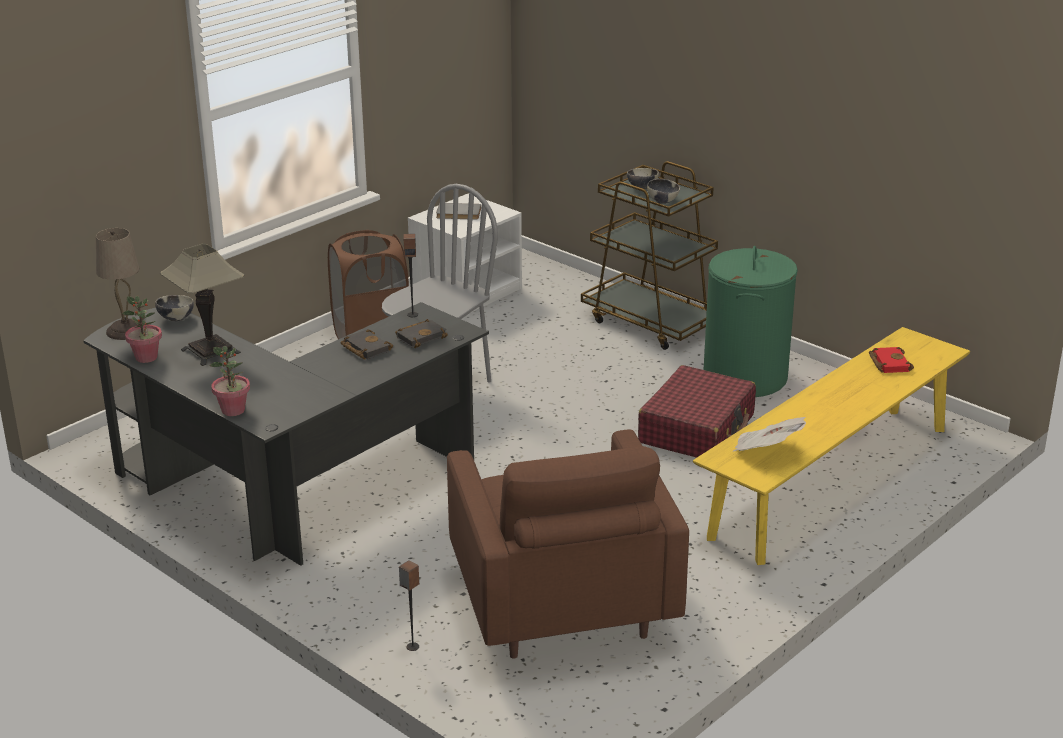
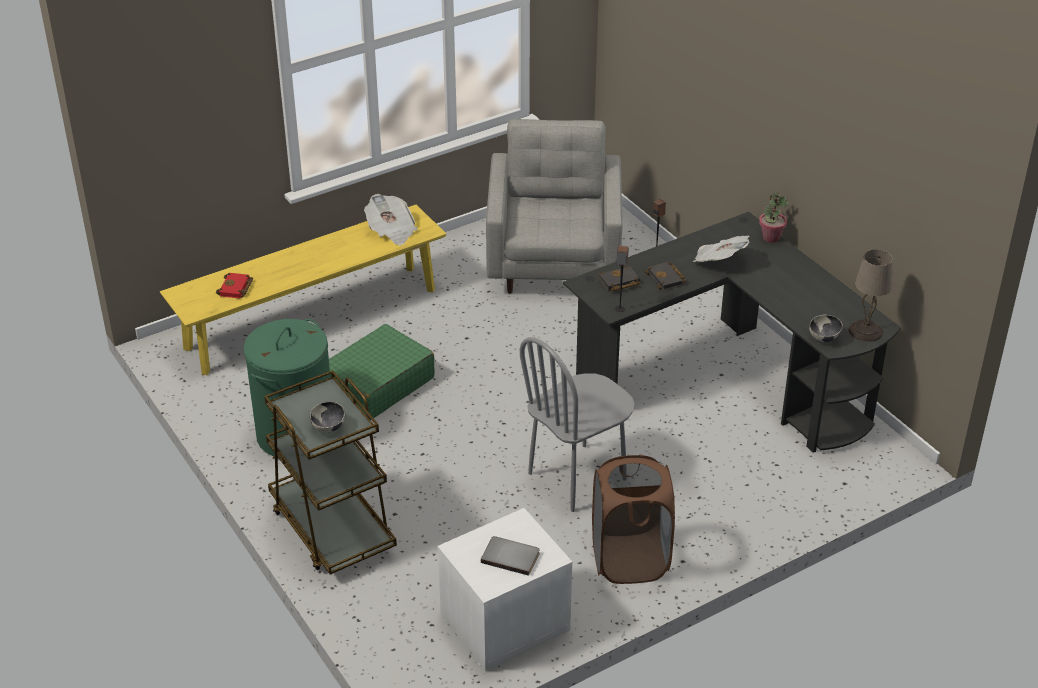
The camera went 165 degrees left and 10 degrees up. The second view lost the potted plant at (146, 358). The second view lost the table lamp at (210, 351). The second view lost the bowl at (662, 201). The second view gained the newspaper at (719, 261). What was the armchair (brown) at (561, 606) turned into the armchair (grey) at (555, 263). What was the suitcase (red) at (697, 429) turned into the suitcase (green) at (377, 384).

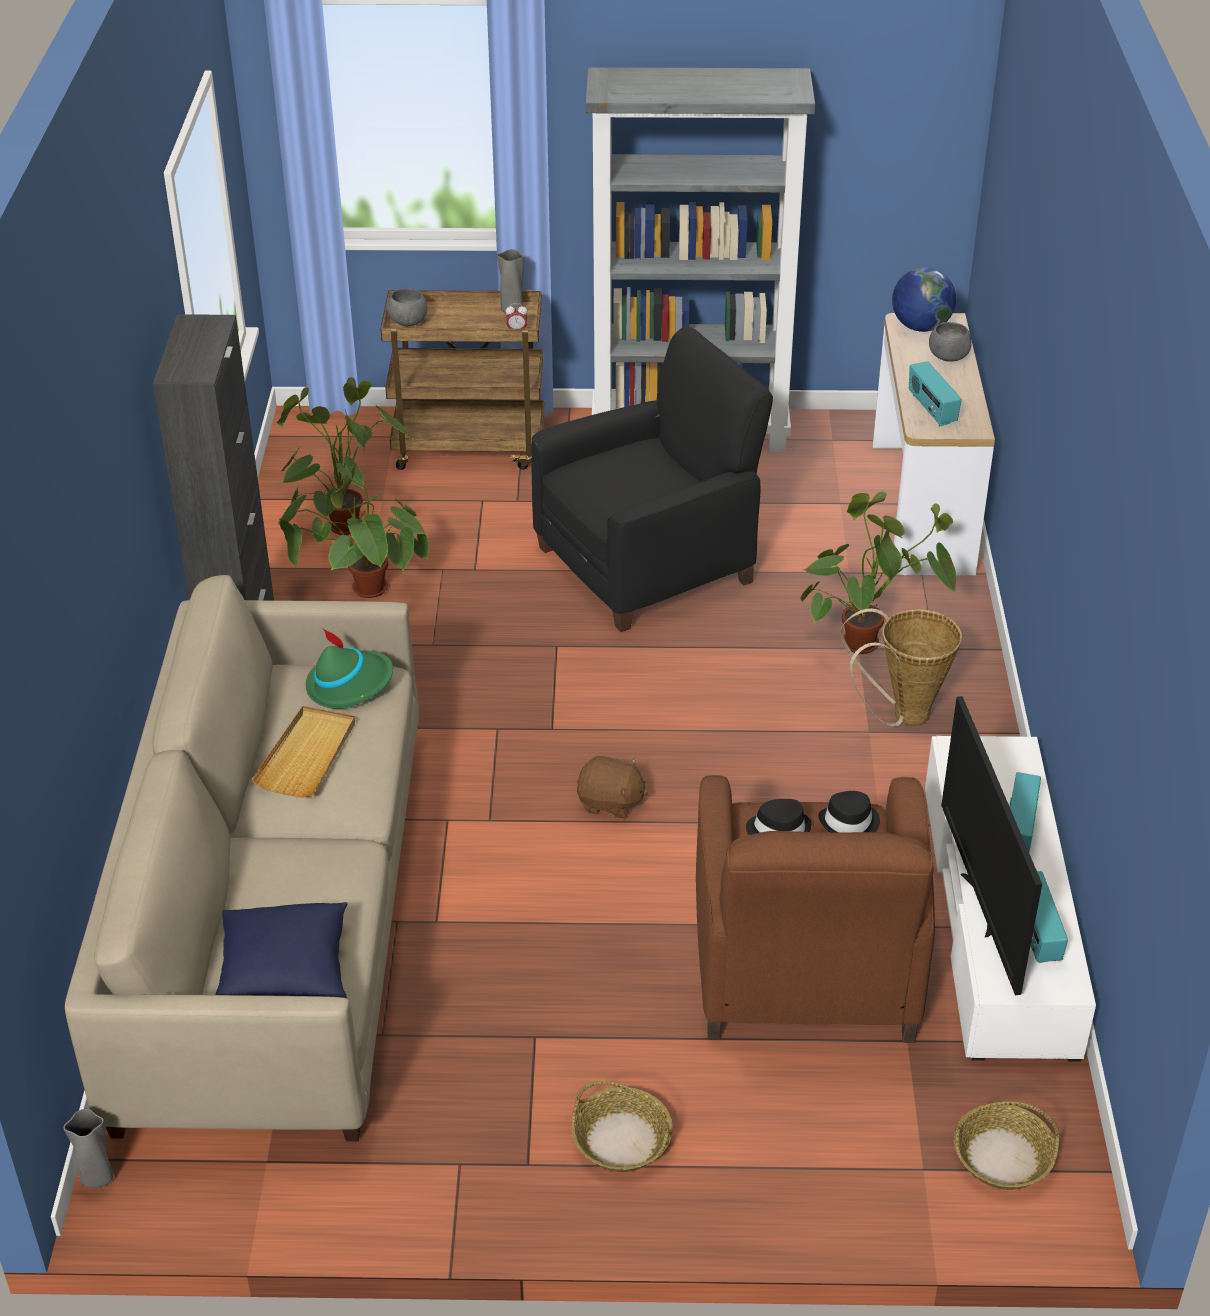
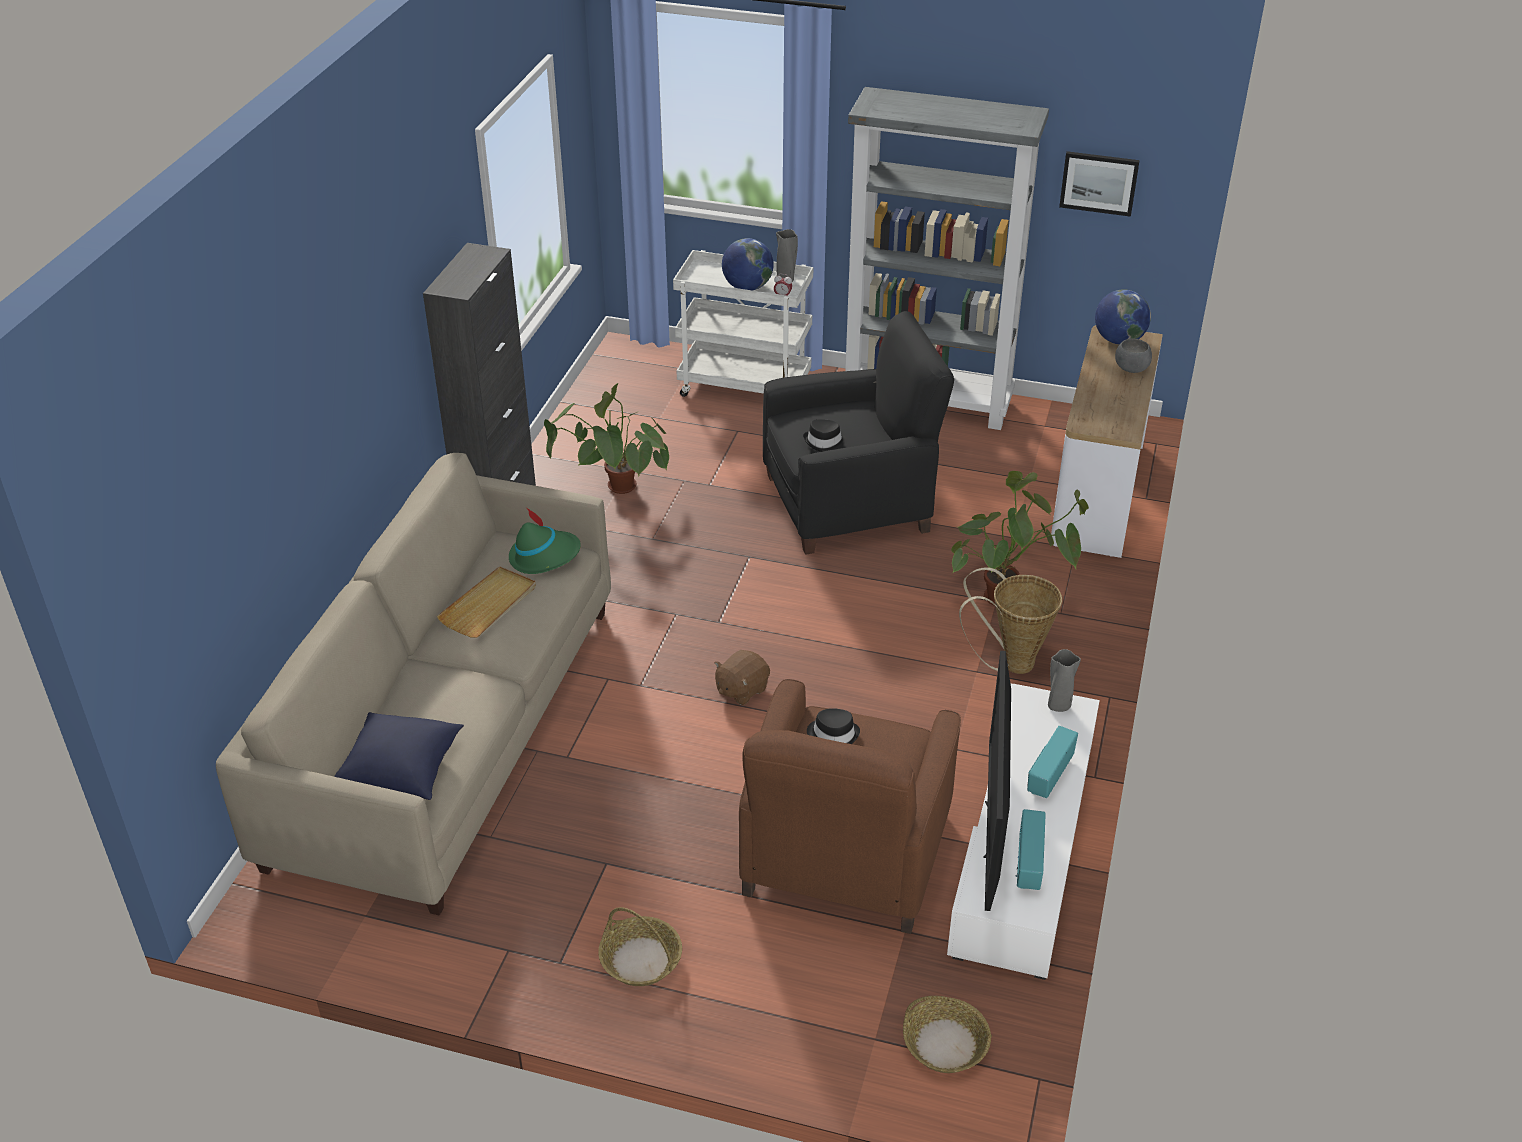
The camera went 15 degrees right and 0 degrees up. The second view lost the potted plant at (342, 516). The second view lost the bowl (grey) at (407, 323). The second view lost the radio at (931, 409). The second view gained the globe at (747, 287). The second view gained the picture at (1099, 183). The vase (grey) ended up elsewhere, having gone from (98, 1178) to (1058, 706). The hat (black) ended up elsewhere, having gone from (850, 823) to (825, 442). What was the cart (brown) at (470, 447) turned into the cart (white) at (745, 387). The plush toy (brown) at (610, 802) ended up facing another way, 105 degrees clockwise from before.

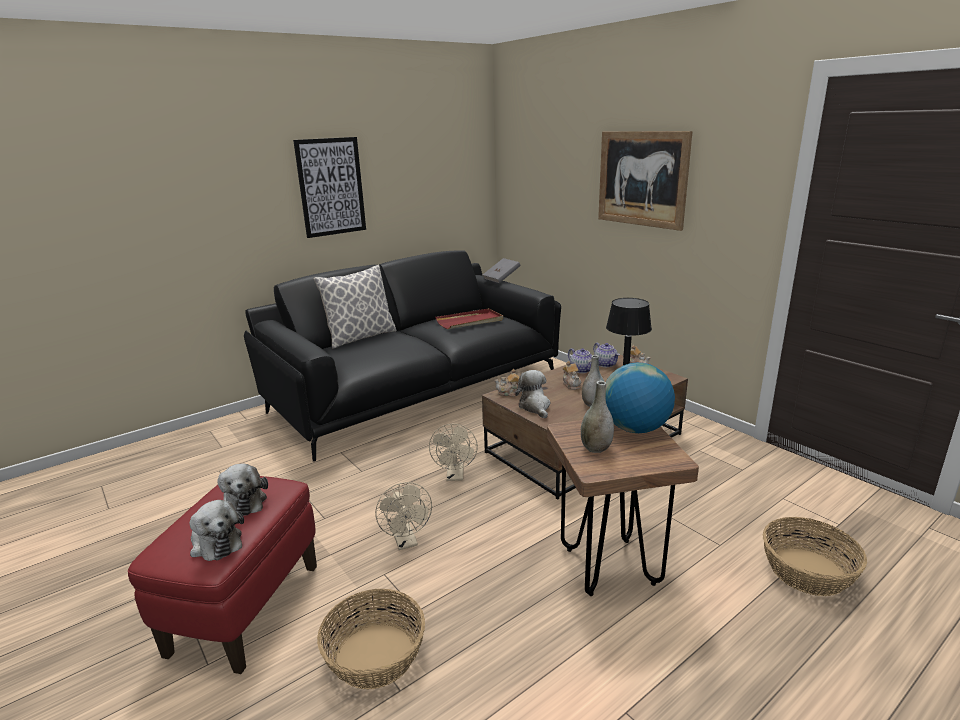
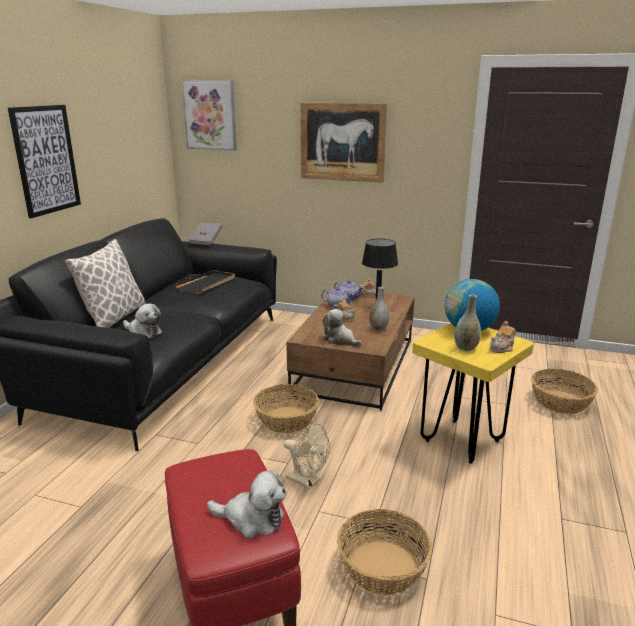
The camera went 35 degrees left and 0 degrees up. The second view gained the picture at (210, 115). The plush toy ended up elsewhere, having gone from (243, 501) to (143, 332). The teapot ended up elsewhere, having gone from (510, 393) to (502, 348). Where the fan (beige) stood at (455, 476), the basket came to stand at (286, 419). What was the tray (red) at (470, 321) turned into the tray (black) at (206, 284). What was the stool (brown) at (610, 566) turned into the stool (yellow) at (462, 441).

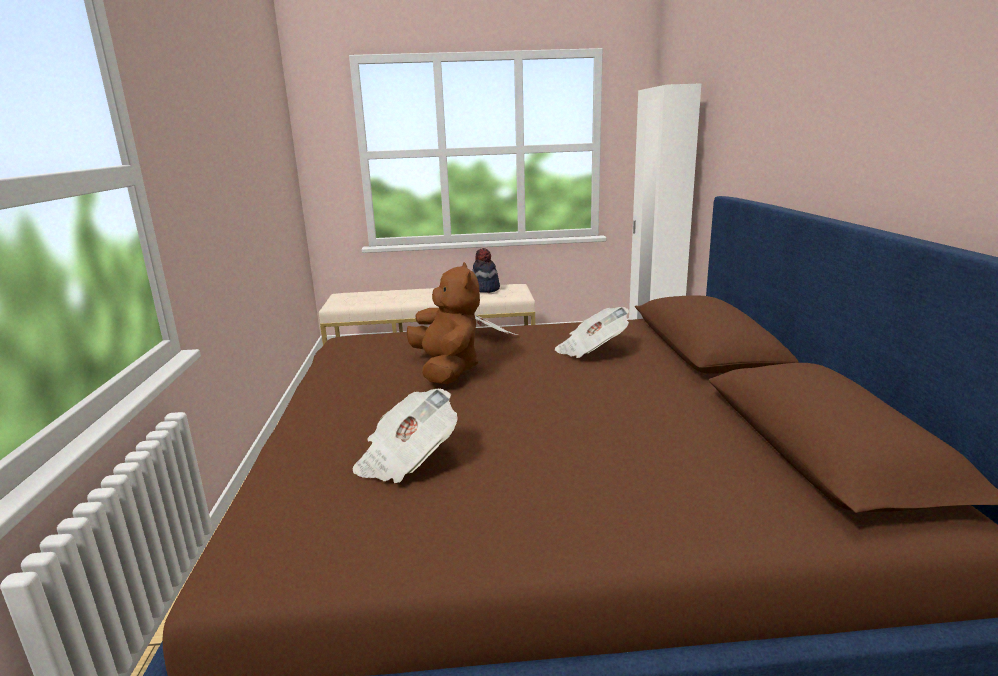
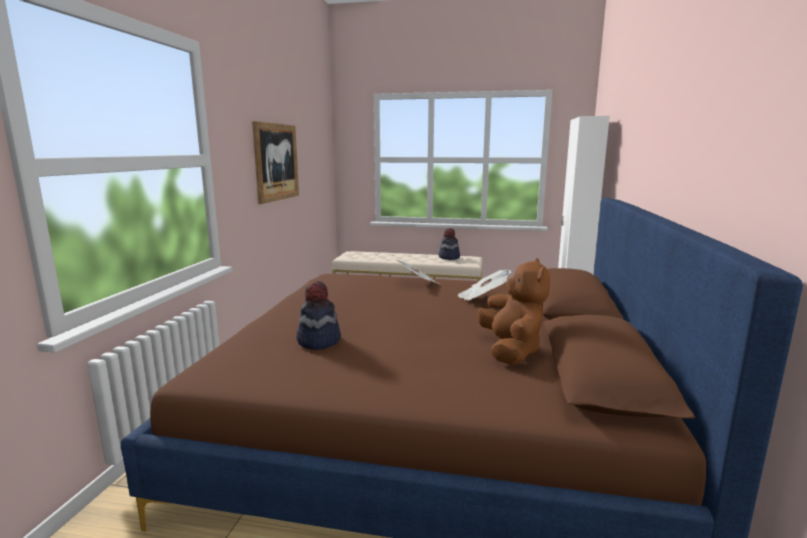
The camera went 15 degrees right and 5 degrees down. The second view gained the picture at (276, 162). The plush toy (brown) ended up elsewhere, having gone from (446, 369) to (511, 350). Where the newspaper stood at (406, 460), the hat came to stand at (318, 341).

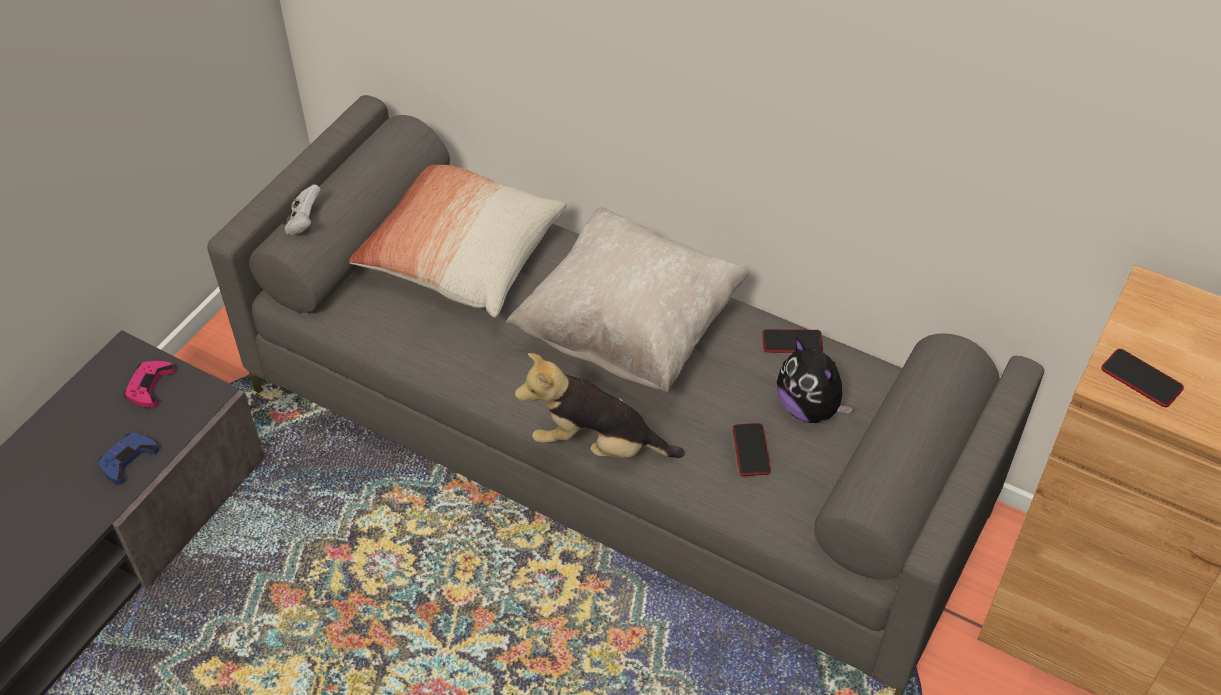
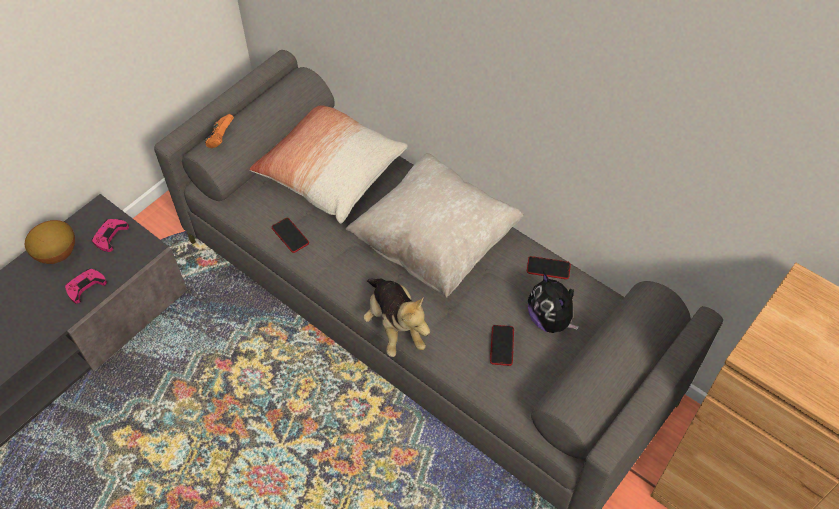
The camera went 10 degrees right and 5 degrees up. The second view gained the bowl at (58, 254). The phone ended up elsewhere, having gone from (1141, 379) to (290, 235). What was the game controller (blue) at (127, 460) turned into the game controller (pink) at (85, 286). What was the game controller (white) at (304, 223) turned into the game controller (orange) at (220, 139). The plush toy at (597, 445) ended up facing another way, 135 degrees counterclockwise from before.

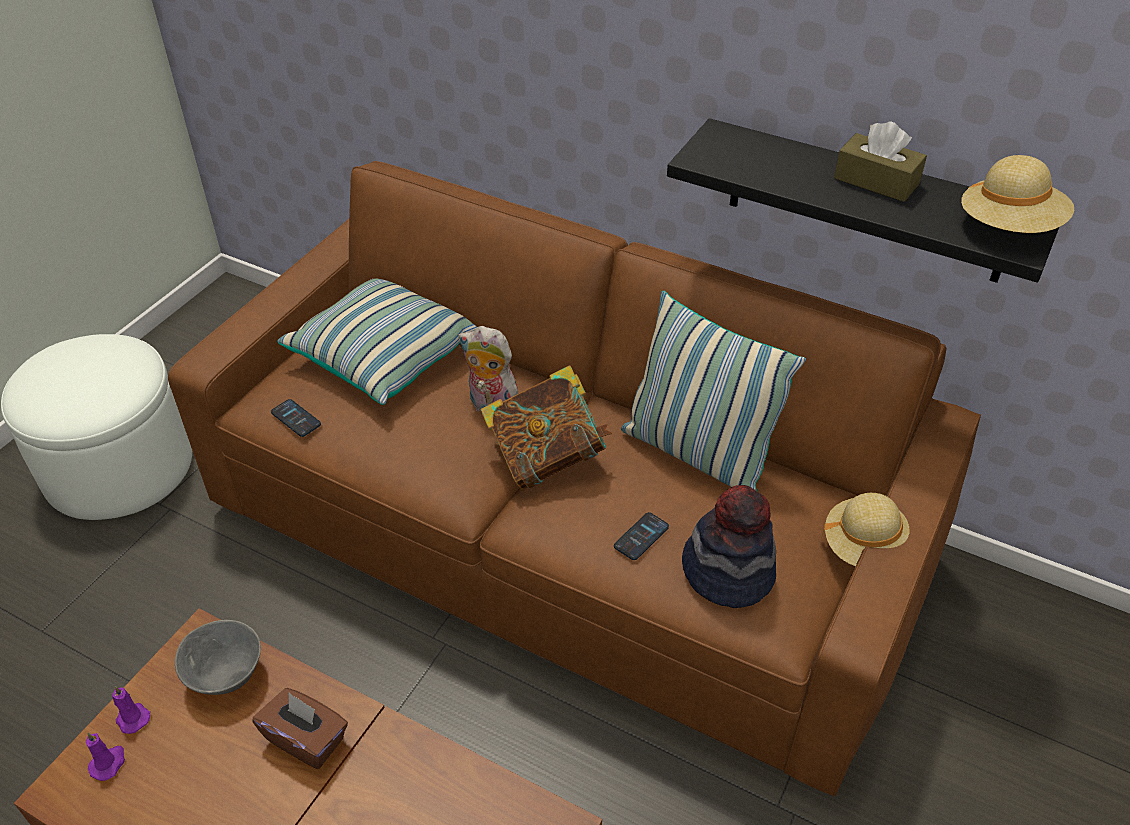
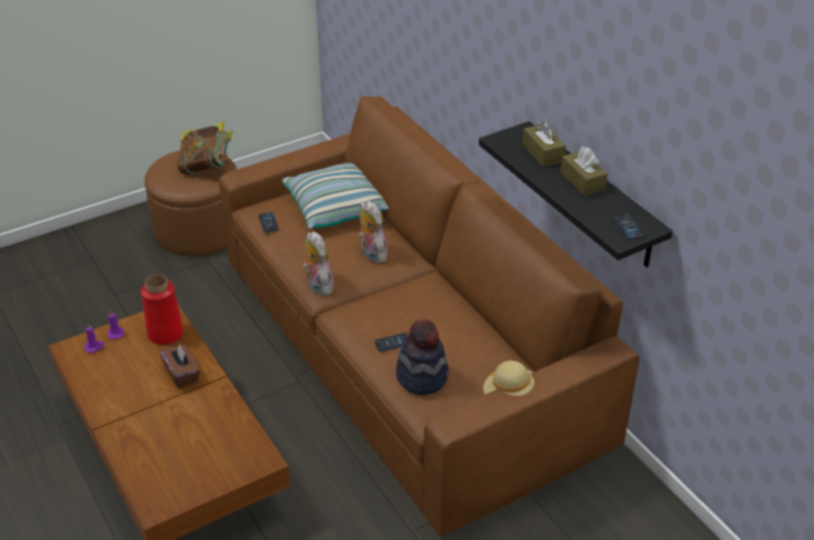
The camera went 30 degrees right and 5 degrees down. The second view lost the pillow at (697, 453). The second view gained the plush toy at (317, 285). The second view gained the tissue box (brown) at (543, 153). The book ended up elsewhere, having gone from (547, 458) to (207, 167). Where the bowl (grey) stood at (225, 677), the vase (red) came to stand at (165, 333). Where the hat (beige) stood at (1009, 226), the phone came to stand at (628, 227). What was the ottoman (white) at (118, 465) turned into the ottoman (brown) at (199, 229).

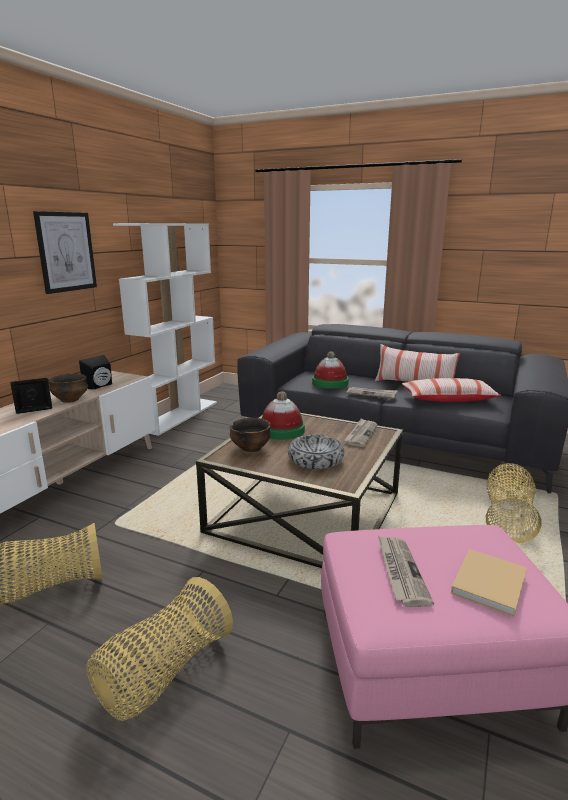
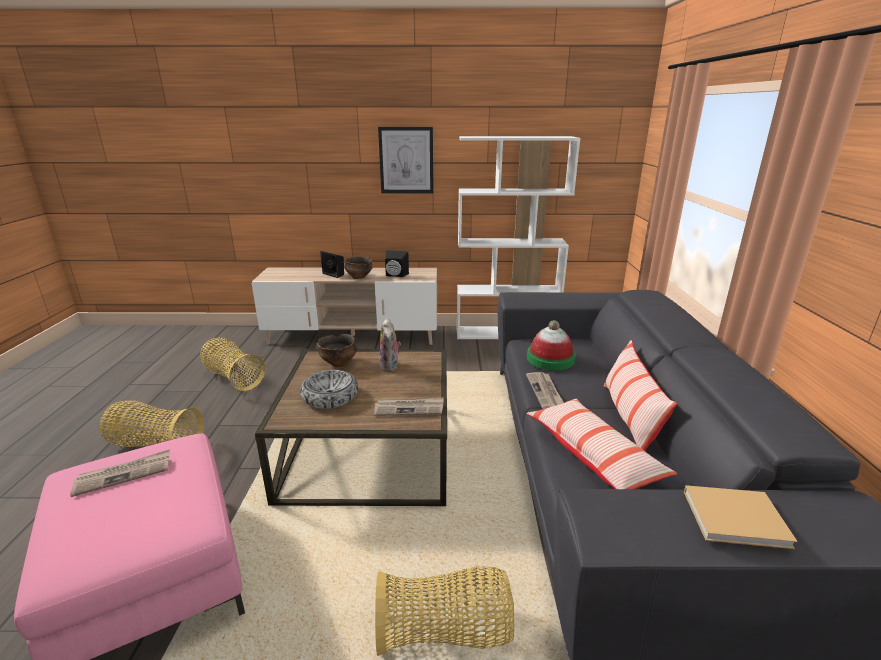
The camera went 65 degrees right and 5 degrees up. The book (beige) ended up elsewhere, having gone from (489, 582) to (738, 519). Where the hat stood at (281, 430), the plush toy came to stand at (390, 366).

